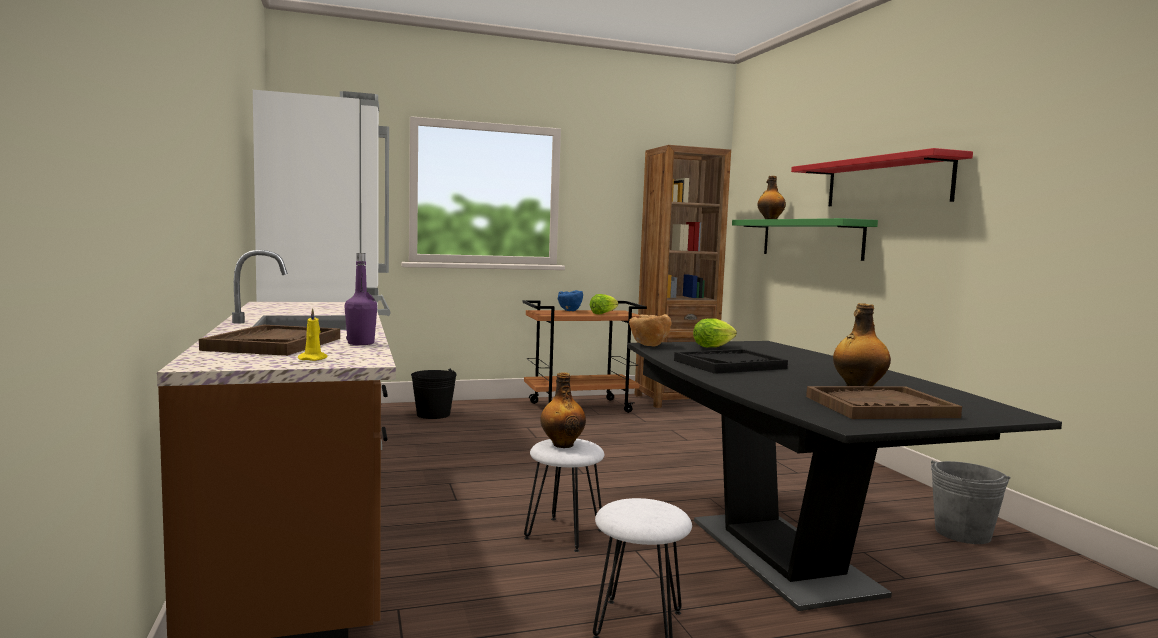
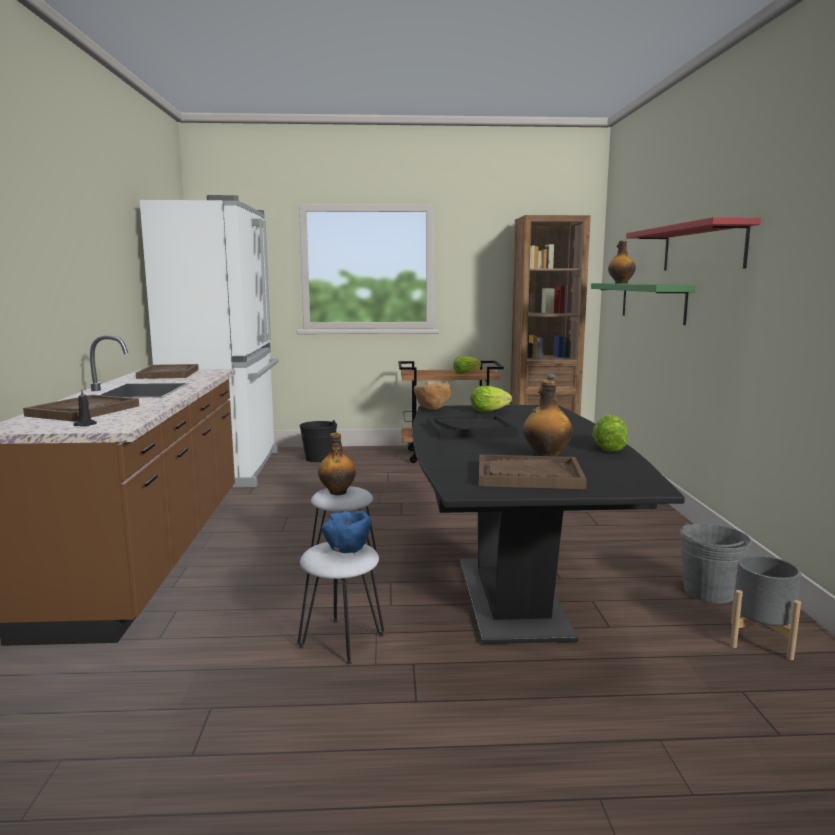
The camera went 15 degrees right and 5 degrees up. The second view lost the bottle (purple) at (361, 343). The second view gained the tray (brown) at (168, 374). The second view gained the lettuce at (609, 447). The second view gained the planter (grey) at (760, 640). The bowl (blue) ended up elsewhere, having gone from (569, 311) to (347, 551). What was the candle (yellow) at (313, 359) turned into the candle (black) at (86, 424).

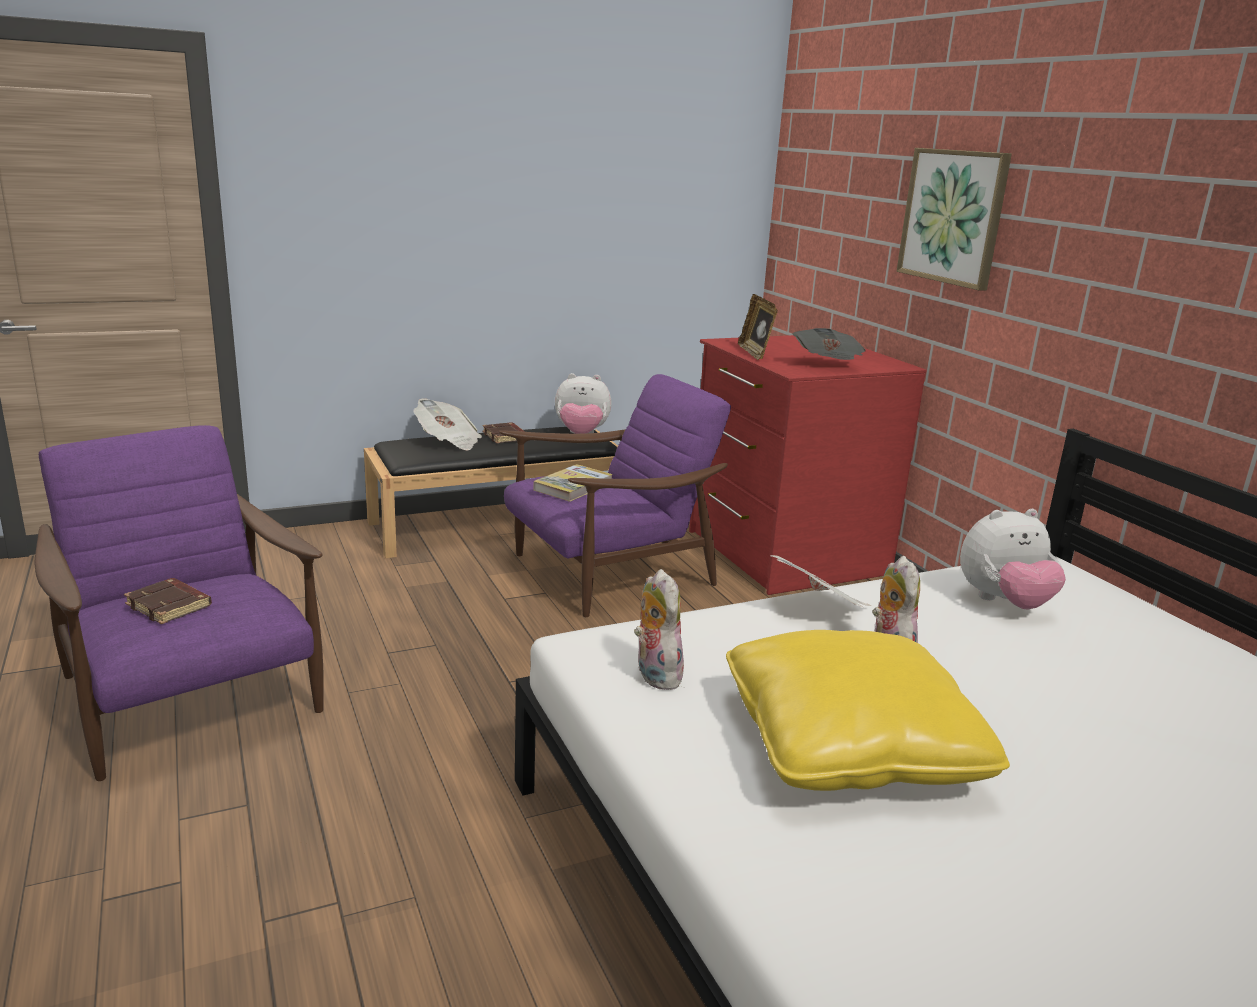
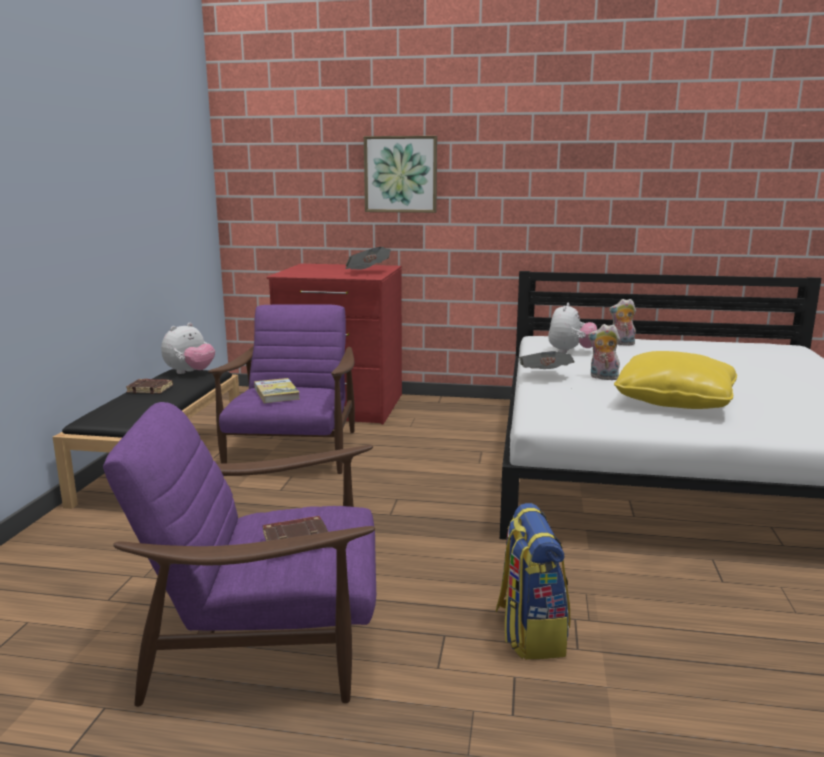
The camera went 55 degrees left and 5 degrees down. The second view lost the newspaper at (448, 442). The second view lost the picture frame at (755, 353). The second view gained the backpack at (530, 632). The plush toy ended up elsewhere, having gone from (654, 675) to (621, 344).

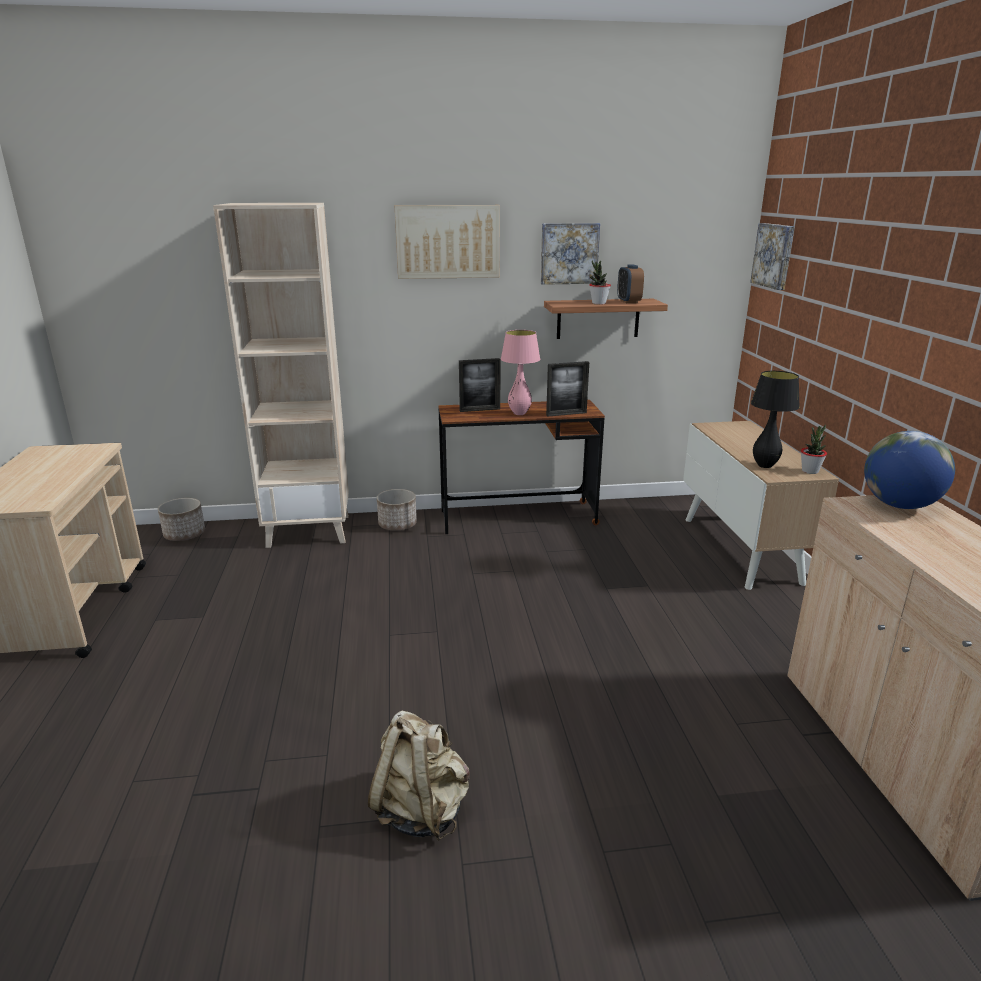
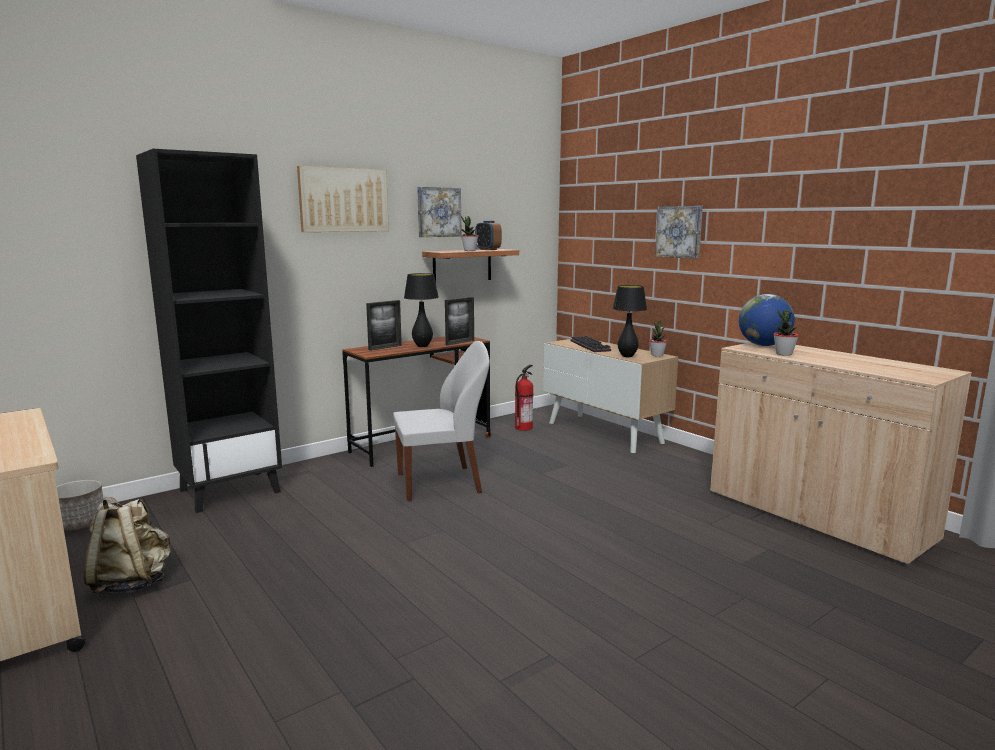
The camera went 30 degrees left and 10 degrees down. The second view lost the planter at (398, 524). The second view gained the chair (white) at (441, 483). The second view gained the fire extinguisher at (523, 427). The second view gained the keyboard at (591, 346). The second view gained the potted plant at (783, 354). The backpack (beige) ended up elsewhere, having gone from (421, 810) to (132, 583). The picture ended up elsewhere, having gone from (774, 255) to (680, 232). What was the bookcase (beige) at (309, 530) turned into the bookcase (black) at (230, 490). What was the table lamp (pink) at (519, 413) turned into the table lamp (black) at (422, 346).

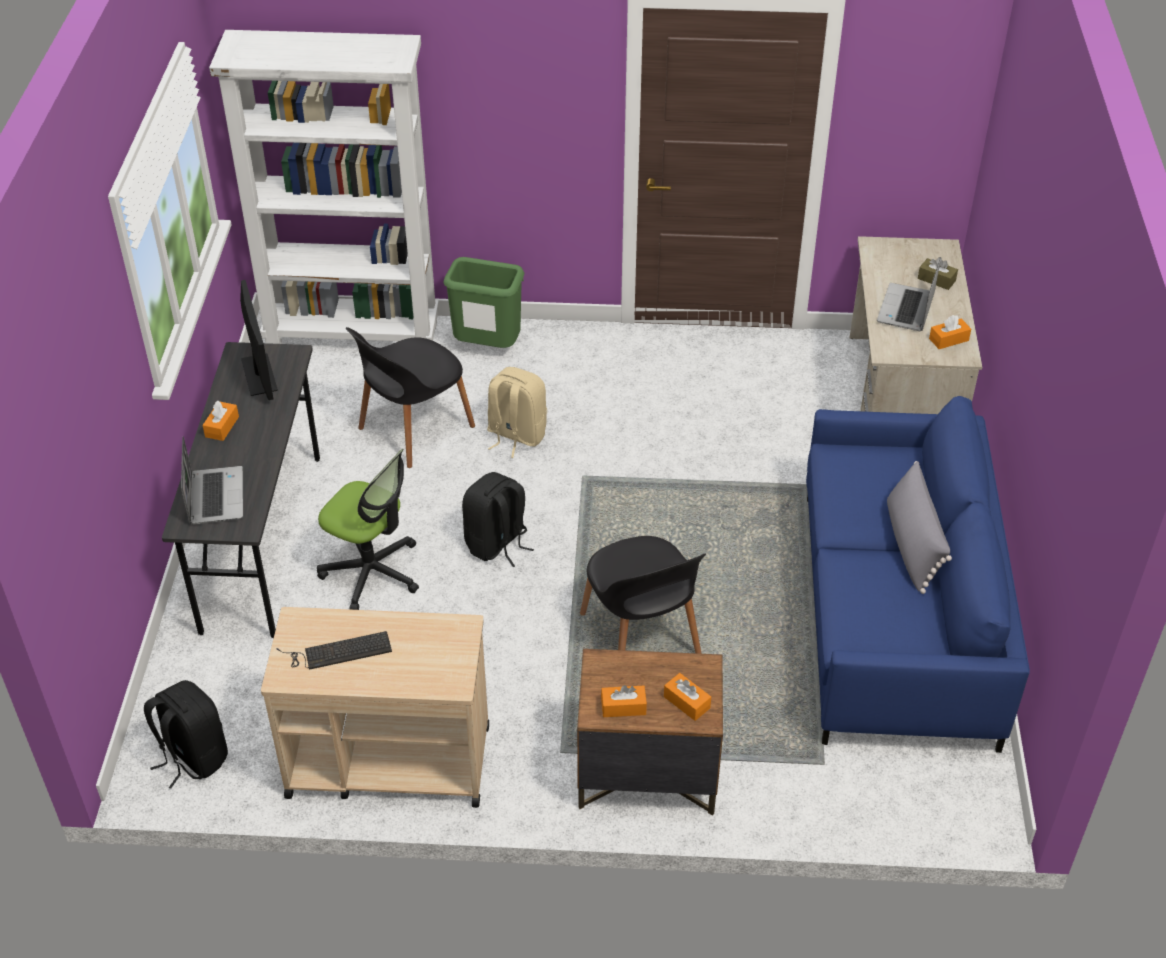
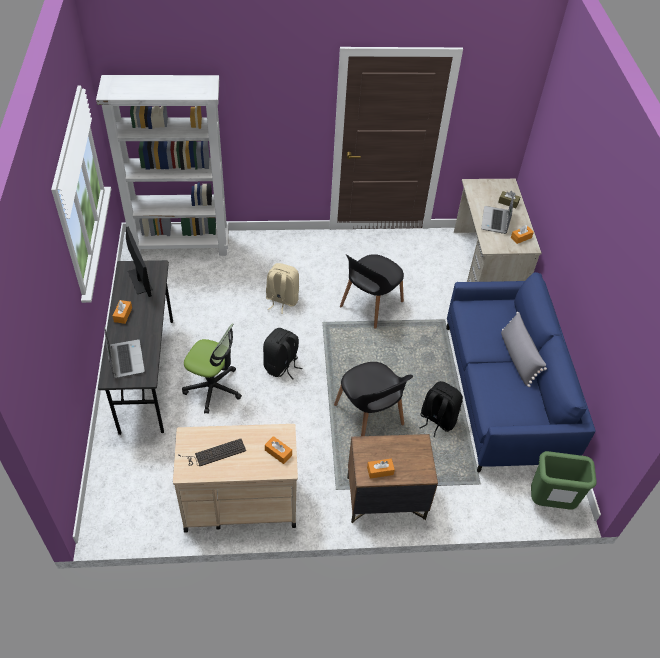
The camera went 10 degrees left and 5 degrees up. The backpack (black) ended up elsewhere, having gone from (192, 757) to (437, 420). The chair (black) ended up elsewhere, having gone from (413, 429) to (370, 305). The trash can (green) ended up elsewhere, having gone from (487, 349) to (549, 503). The tissue box (orange) ended up elsewhere, having gone from (686, 702) to (278, 453).

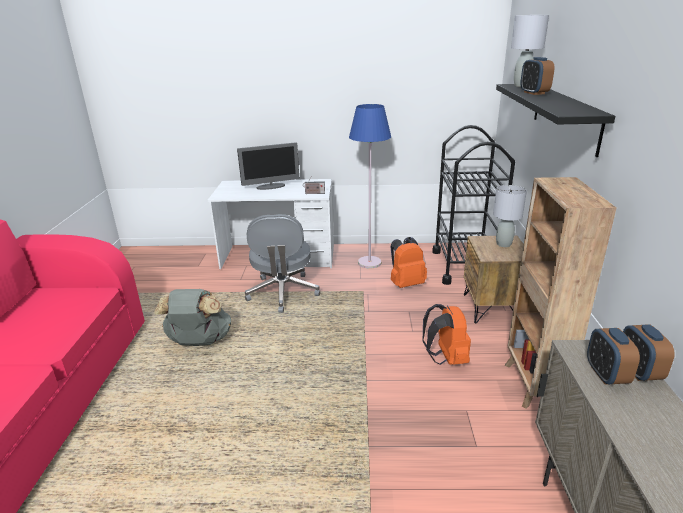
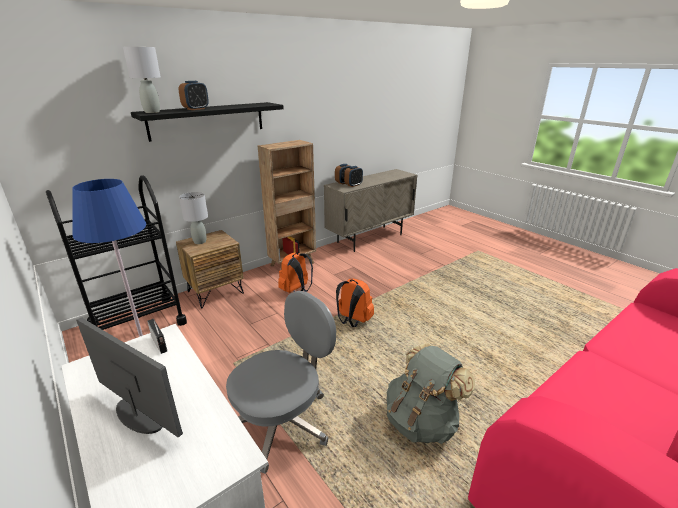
The camera went 130 degrees left and 0 degrees up. The backpack (orange) ended up elsewhere, having gone from (406, 284) to (353, 321).

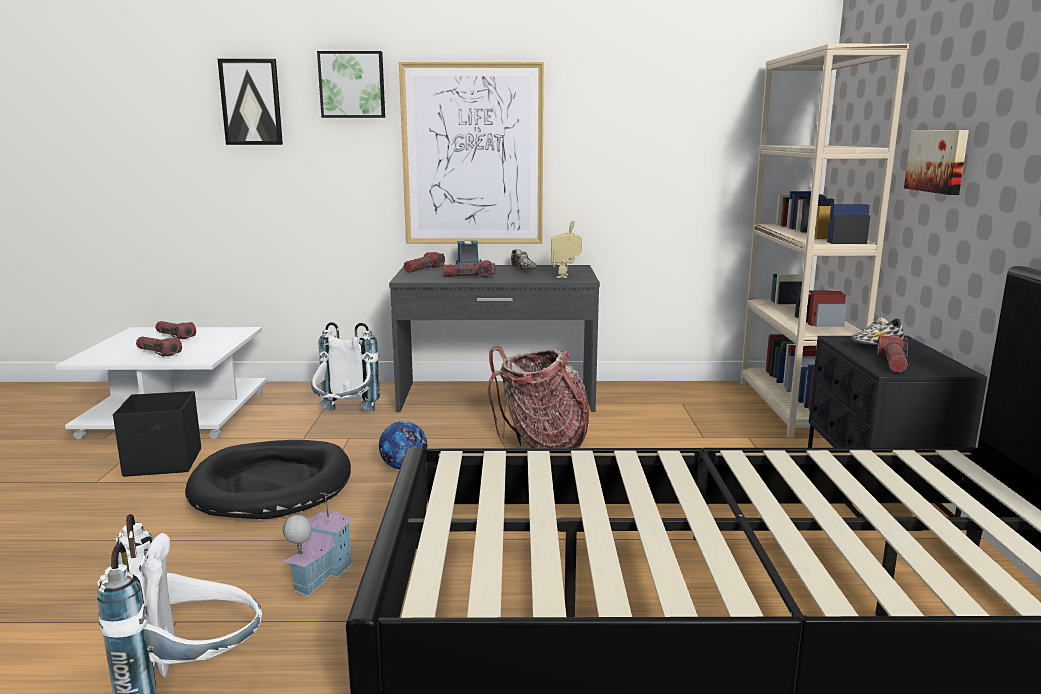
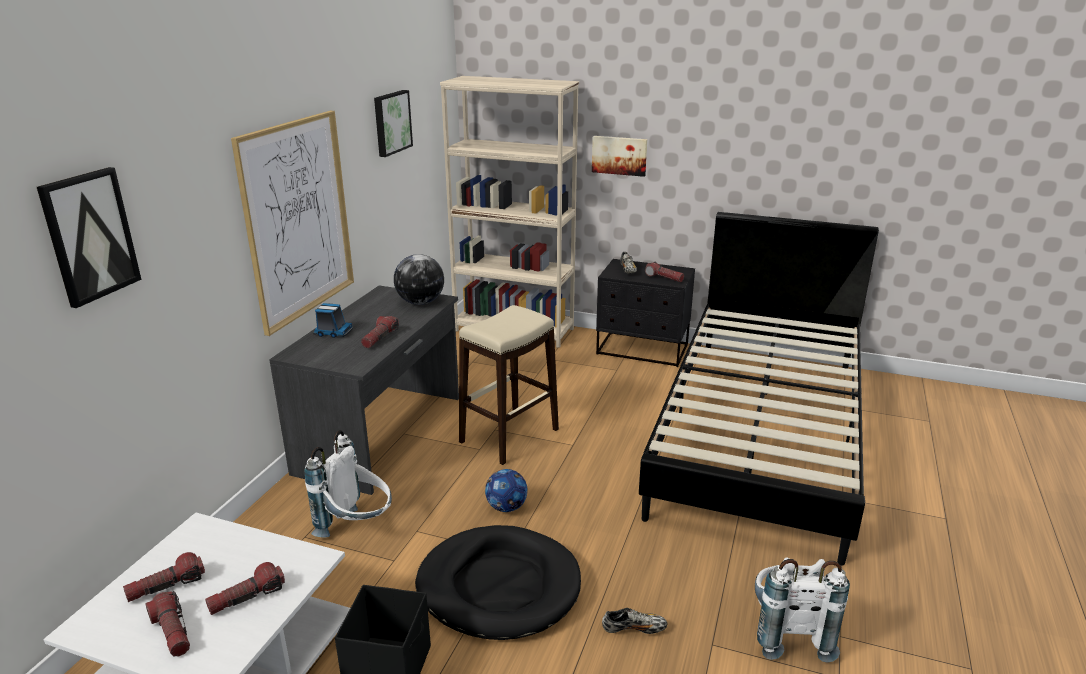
The camera went 70 degrees left and 10 degrees up. The second view lost the toy house at (320, 575). The picture ended up elsewhere, having gone from (352, 85) to (391, 122). The flashlight ended up elsewhere, having gone from (424, 269) to (172, 631). The shoe ended up elsewhere, having gone from (523, 270) to (633, 629). Where the backpack stood at (541, 446), the stool (beige) came to stand at (509, 436). Where the toy robot stood at (566, 276), the globe came to stand at (421, 302).

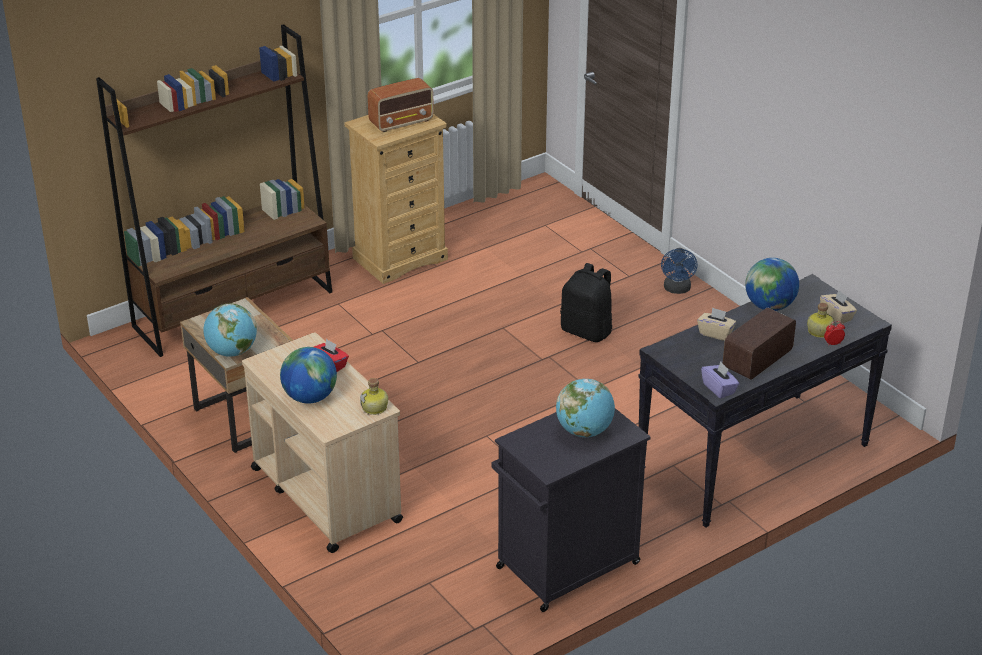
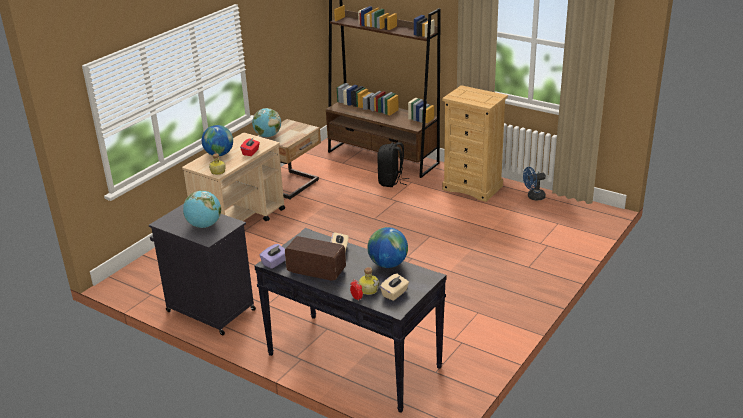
The camera went 70 degrees right and 5 degrees down. The second view lost the radio at (402, 122). The backpack (black) ended up elsewhere, having gone from (587, 331) to (391, 181). The fan (blue) ended up elsewhere, having gone from (677, 289) to (533, 197).

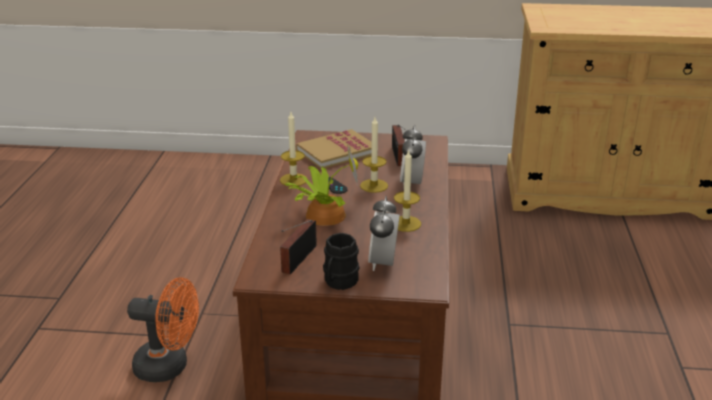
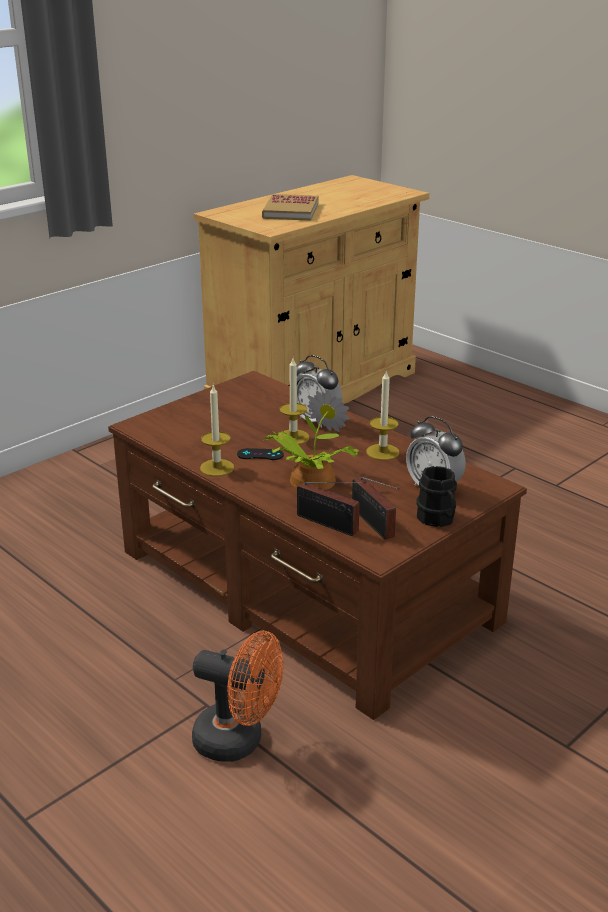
The camera went 50 degrees left and 0 degrees up. The book ended up elsewhere, having gone from (336, 152) to (290, 211). The radio ended up elsewhere, having gone from (398, 157) to (330, 525). The fan (orange) at (169, 367) ended up facing another way, 60 degrees clockwise from before.

